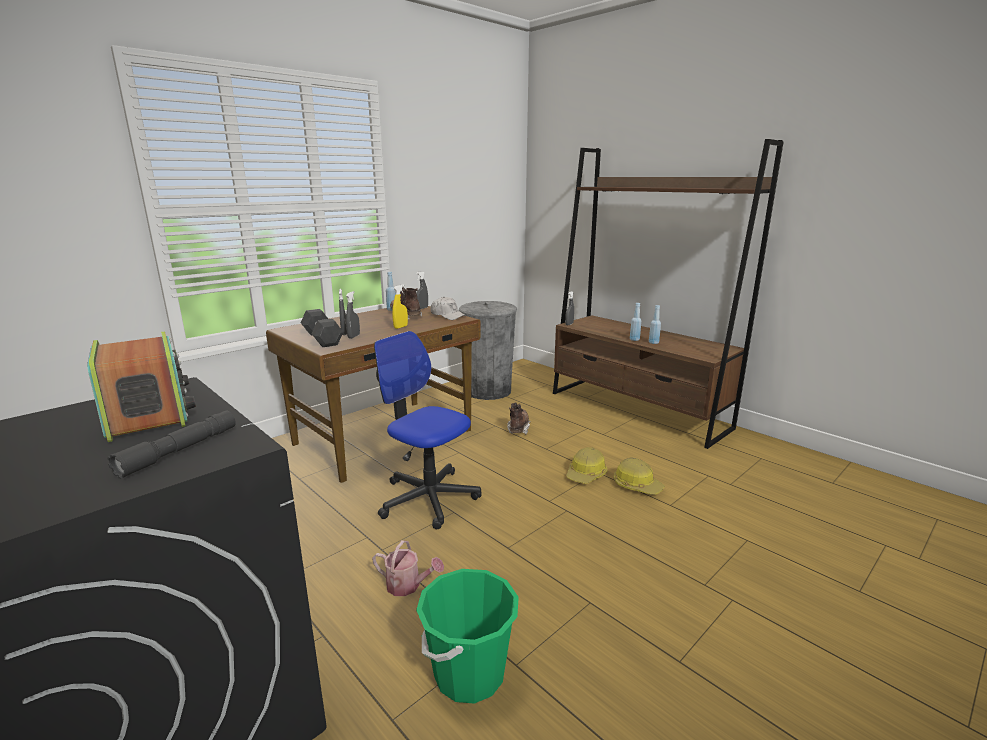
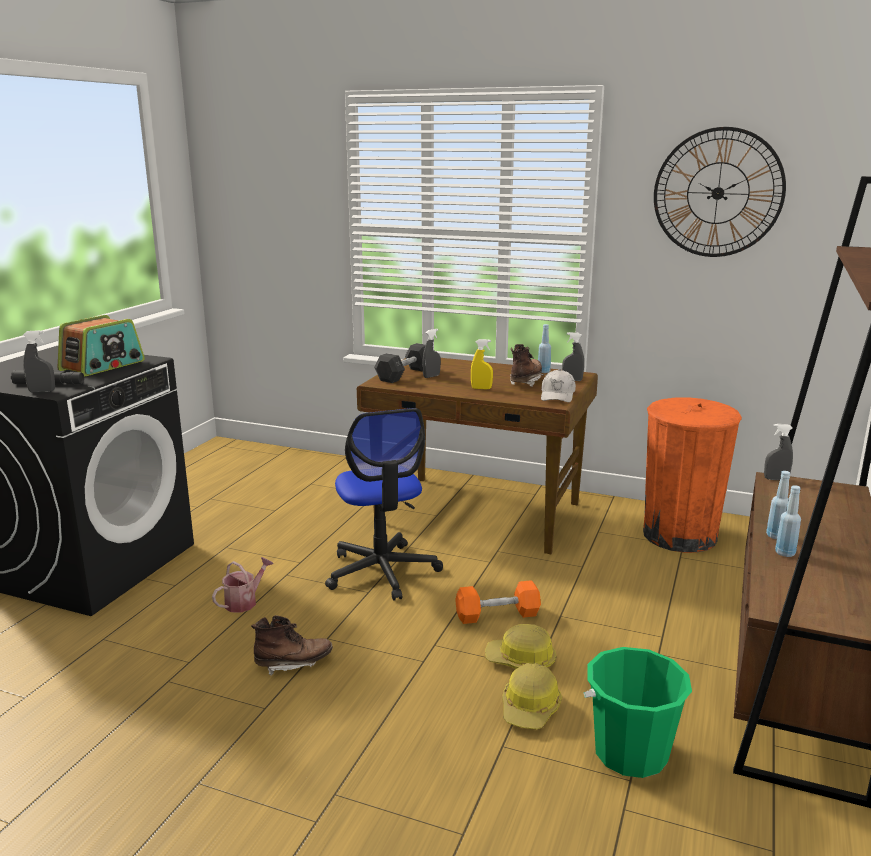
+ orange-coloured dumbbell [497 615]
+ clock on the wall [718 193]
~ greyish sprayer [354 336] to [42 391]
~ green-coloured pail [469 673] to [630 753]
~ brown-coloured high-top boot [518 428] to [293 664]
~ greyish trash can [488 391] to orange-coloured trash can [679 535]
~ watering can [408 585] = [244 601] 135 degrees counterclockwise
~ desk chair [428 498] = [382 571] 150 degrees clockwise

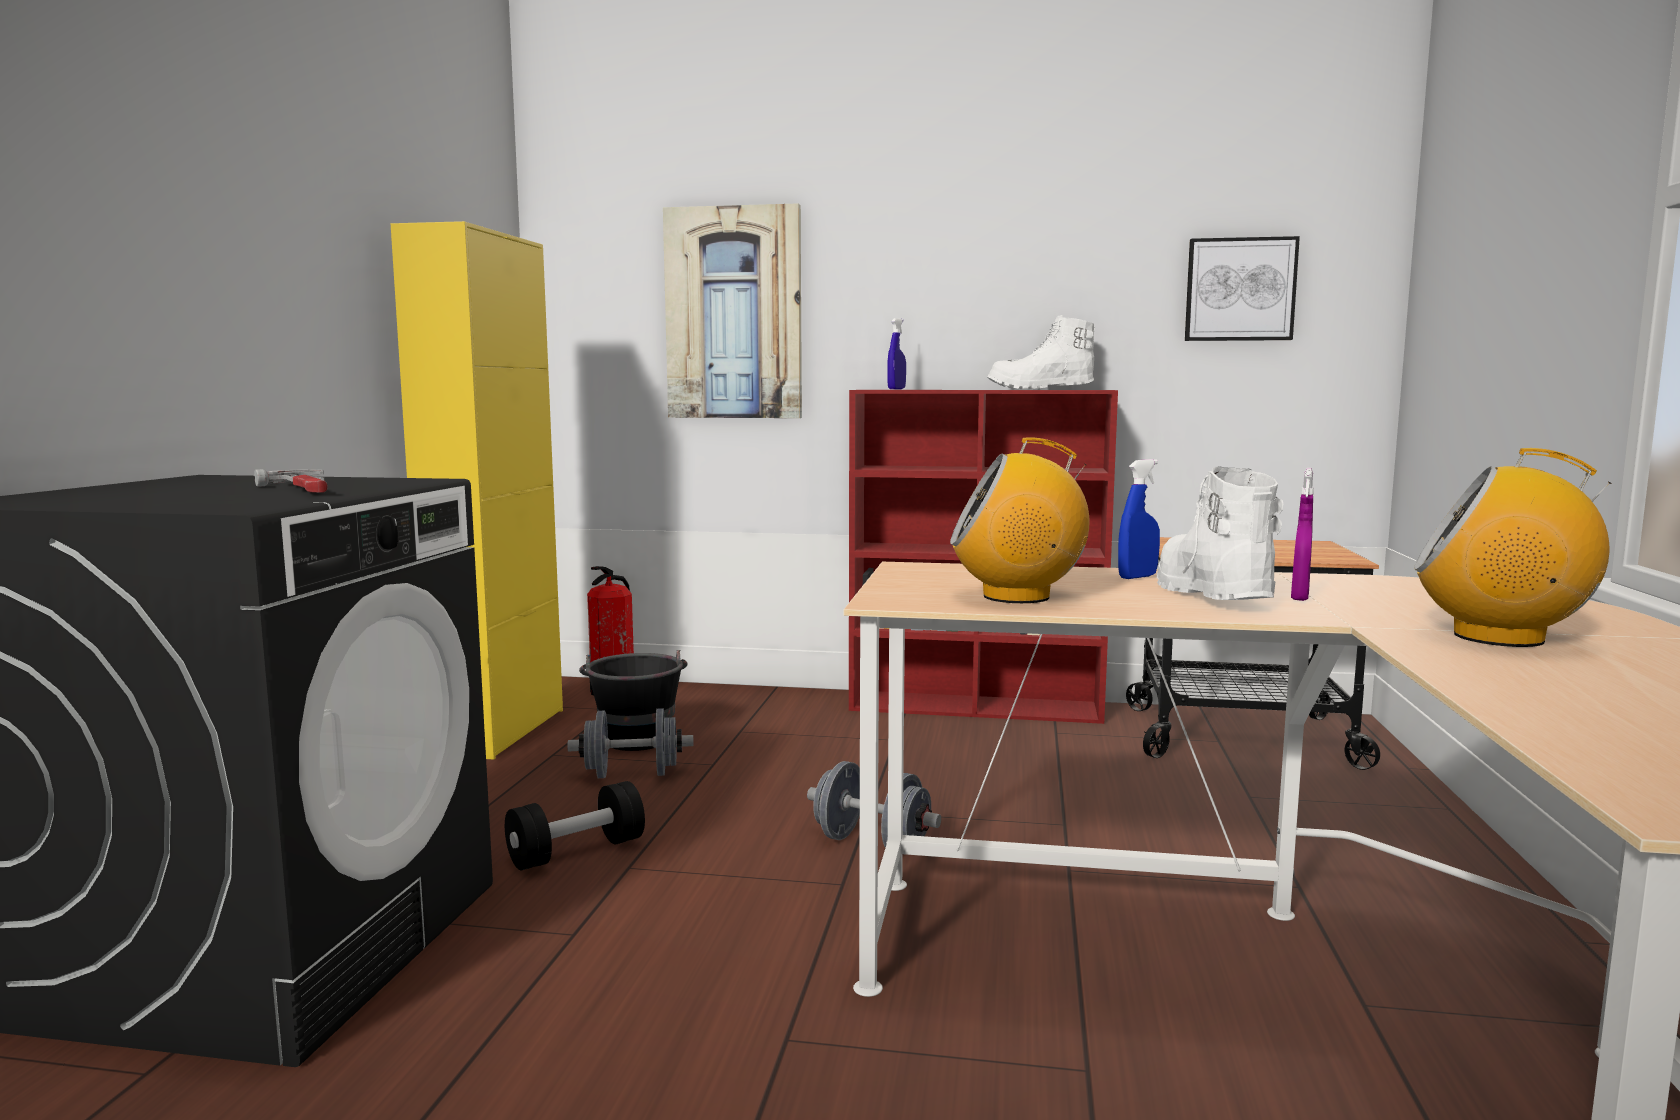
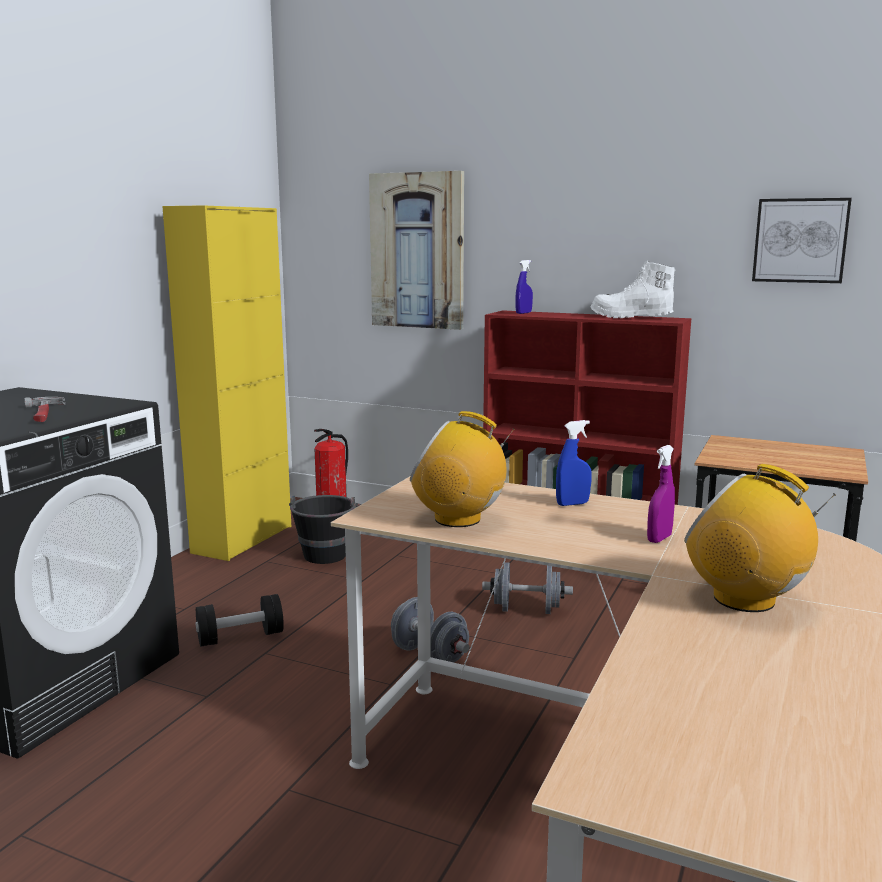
- white-coloured high-top boot [1209 594]
~ greyish dumbbell [632 774] to [526 610]

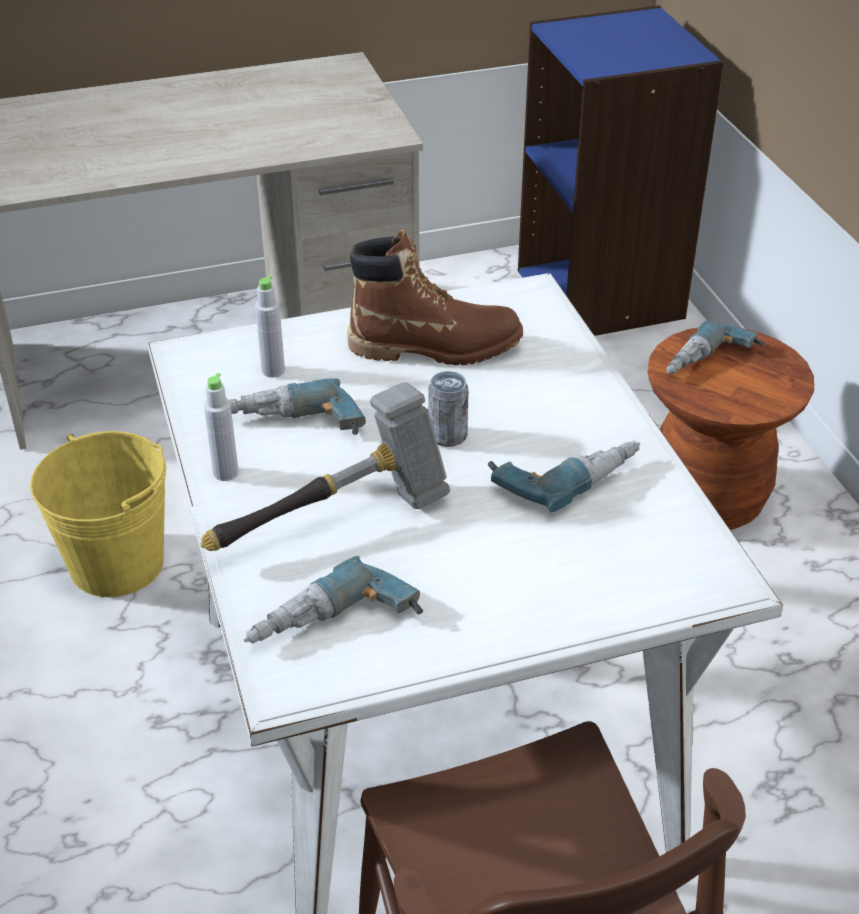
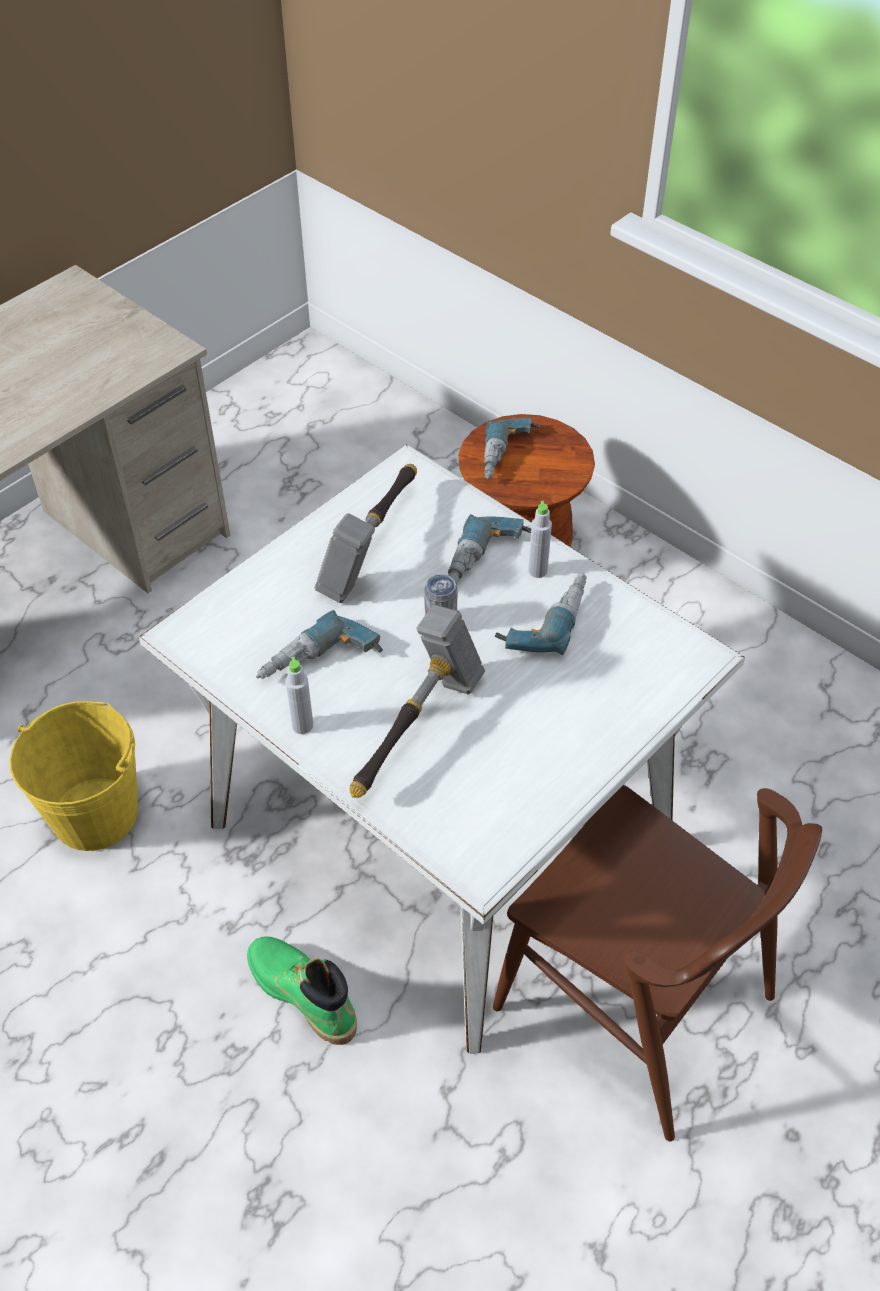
- blue shelving unit [601 294]
+ green-coloured high-top boot [302 993]
~ electric drill [335 631] to [486 564]
~ greyish beverage bottle [273 370] to [537 571]
~ brown-coloured high-top boot [435 347] to hammer [373 547]

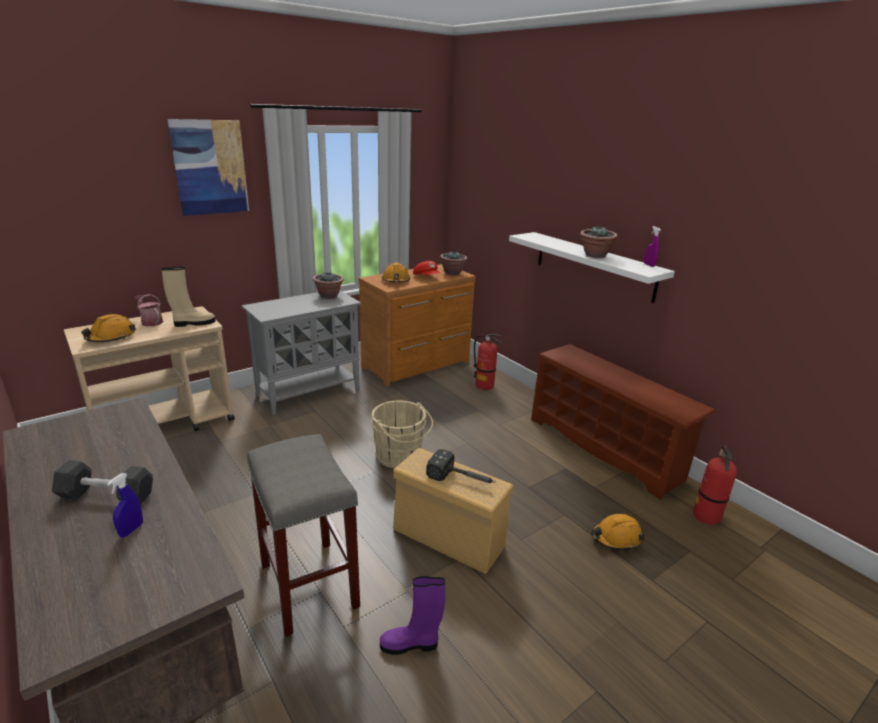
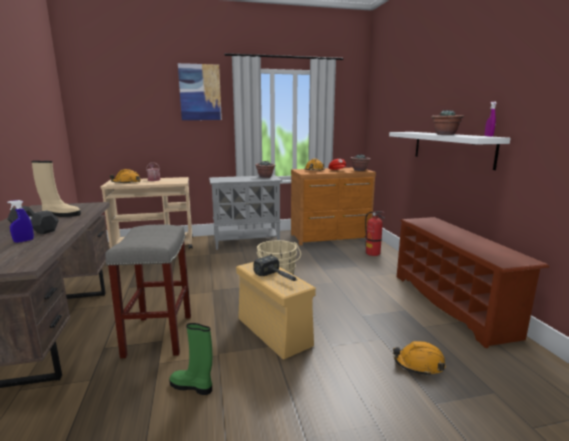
- extinguisher [706 516]
~ beige high-top boot [193 323] to [60 215]
~ purple-coloured high-top boot [411 644] to green-coloured high-top boot [192 386]

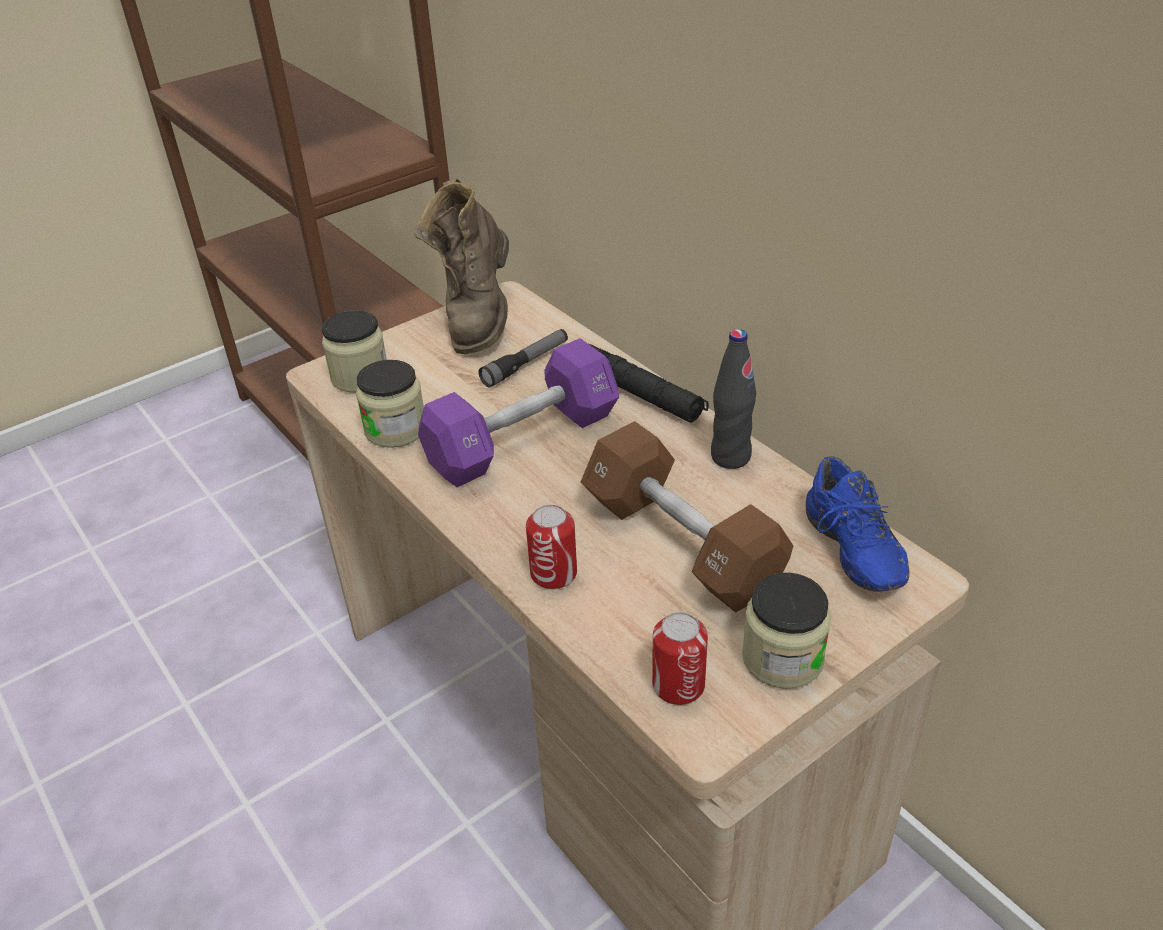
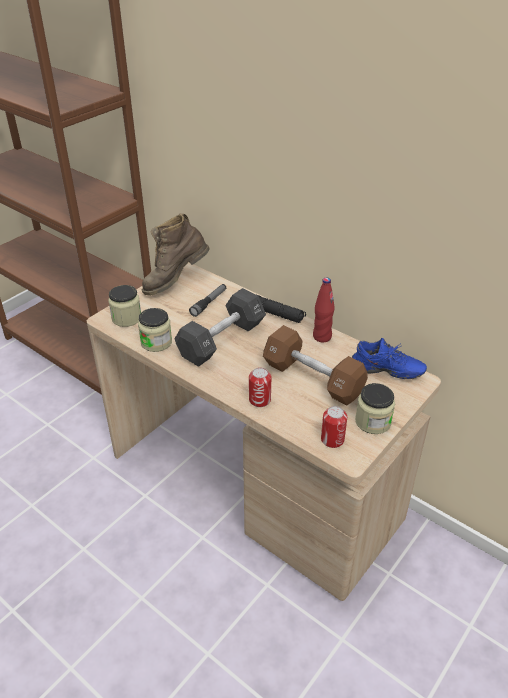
~ purple-coloured dumbbell [523 440] to blackish dumbbell [221 340]
~ blackish beverage bottle [730 457] to reddish beverage bottle [322 337]
~ brown-coloured high-top boot [477 317] = [175 282] 60 degrees clockwise
~ blue shoe [847 552] = [386 373] 45 degrees counterclockwise

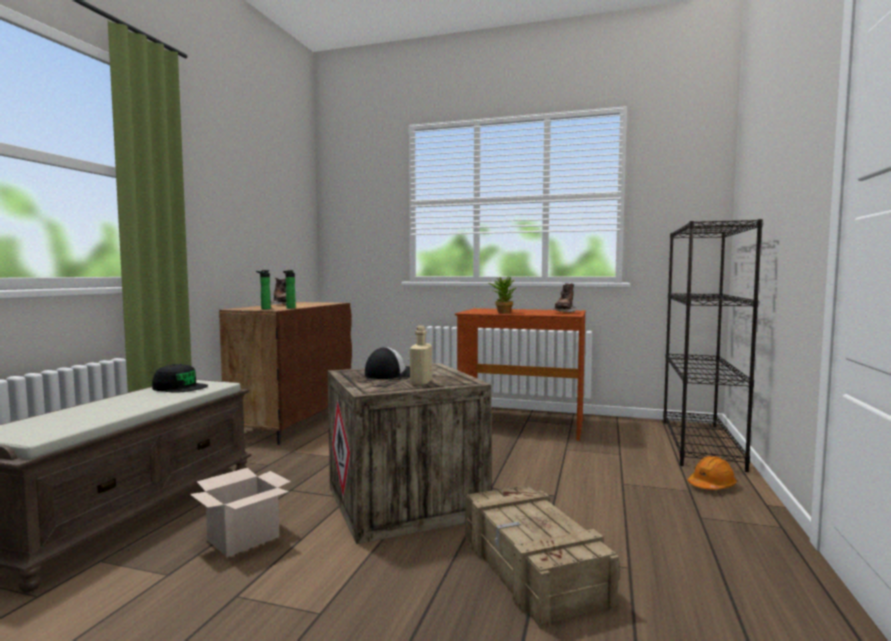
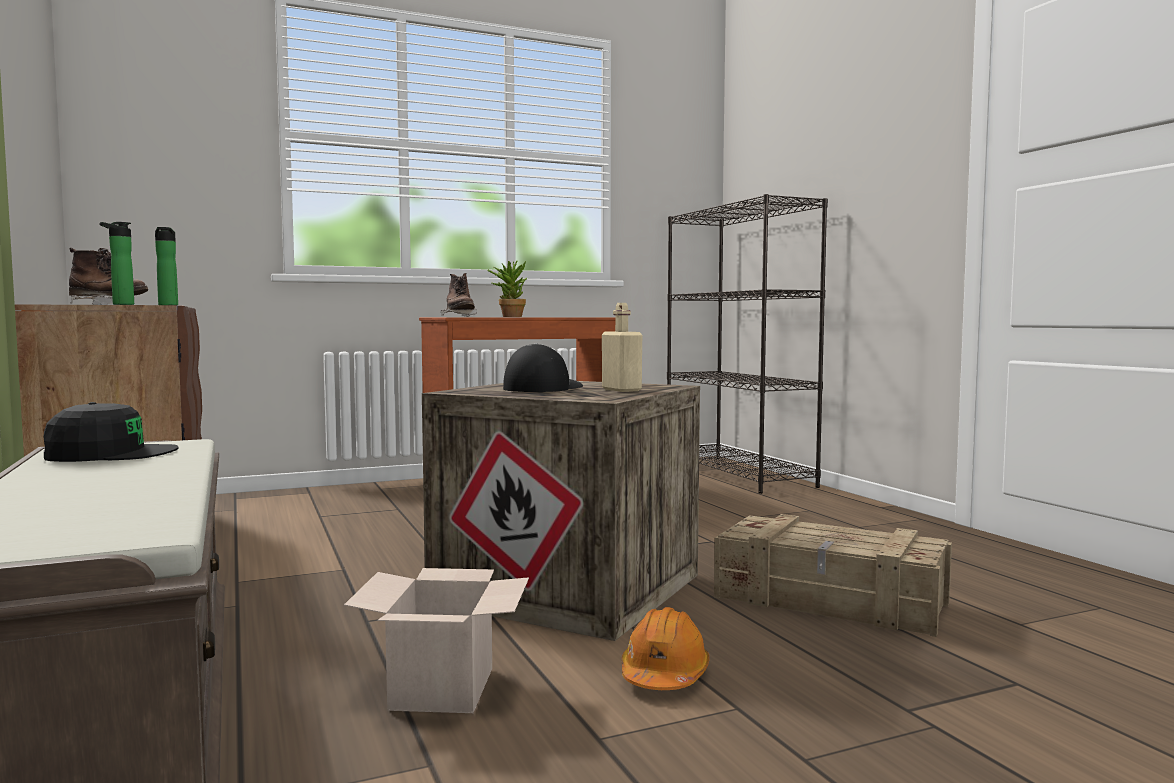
~ brown-coloured high-top boot [564 312] to [460 317]
~ orange-coloured hard hat [711 486] to [664 675]

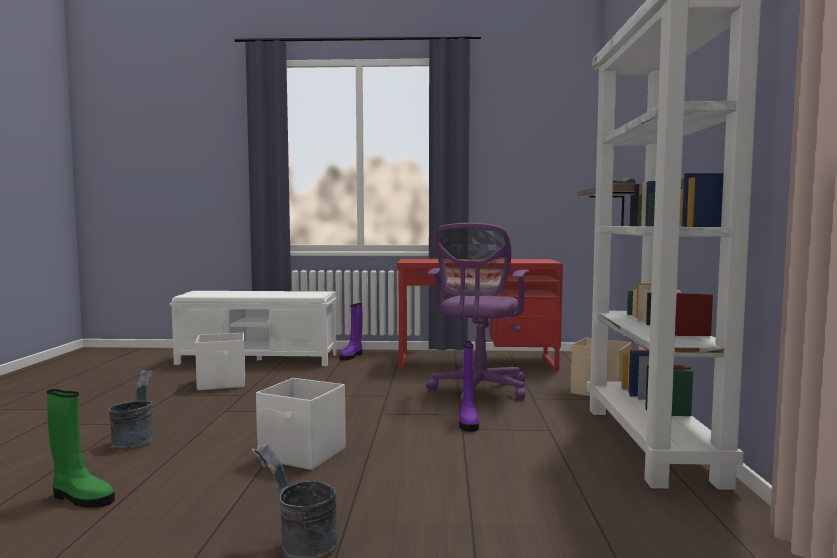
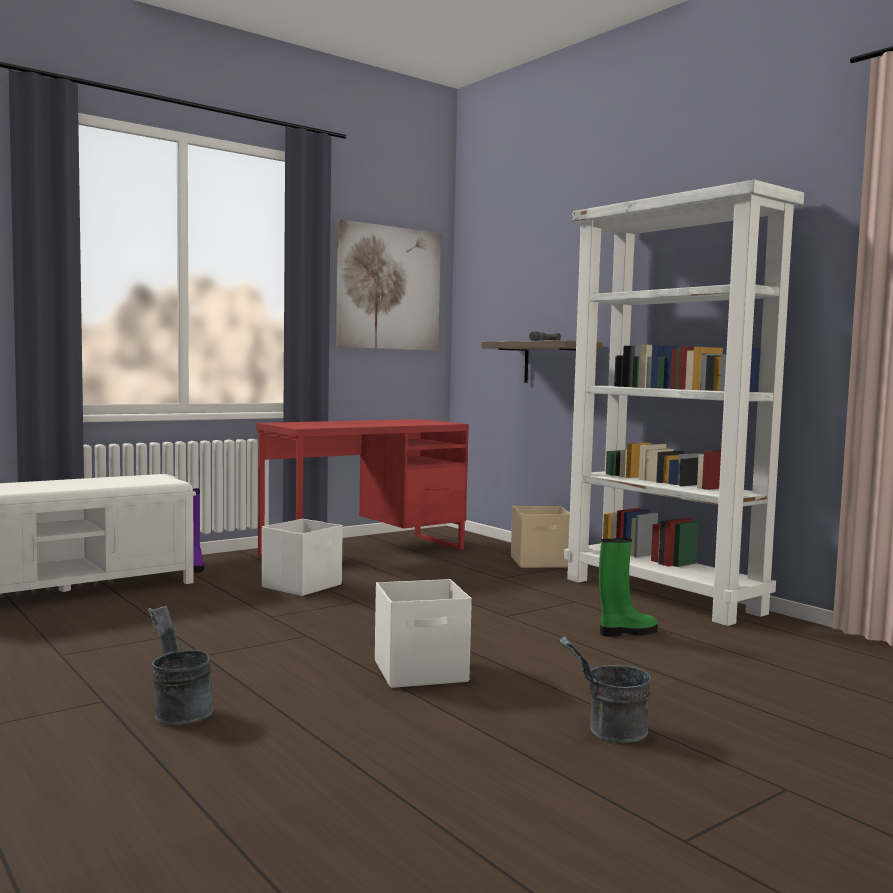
- purple-coloured desk chair [478 390]
- purple-coloured high-top boot [468 422]
+ picture [389 288]
~ green-coloured high-top boot [81 498] to [626 632]
~ white-coloured storage container [222 383] to [303 585]

